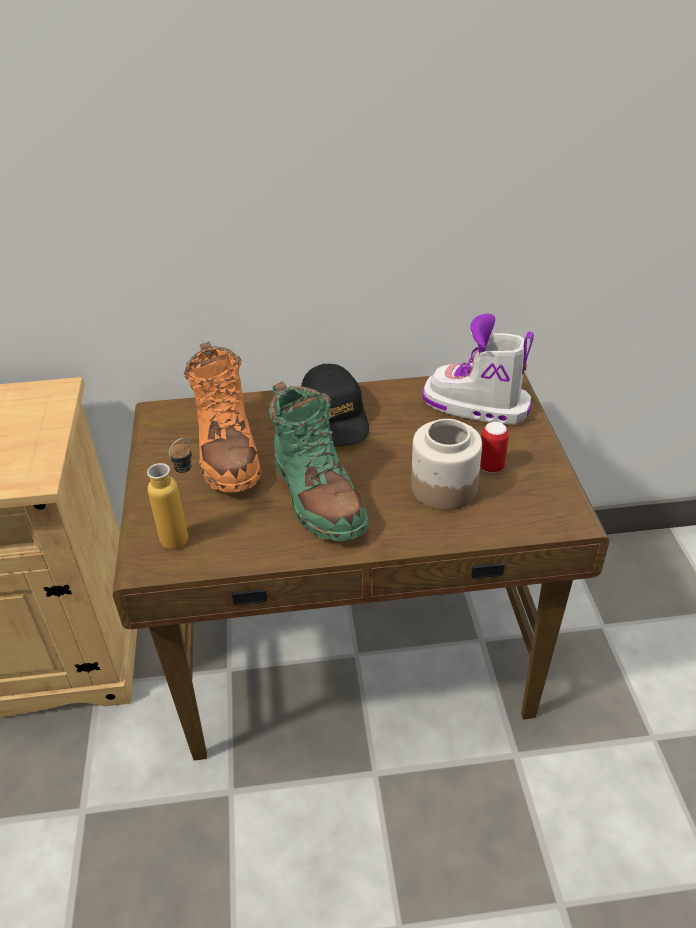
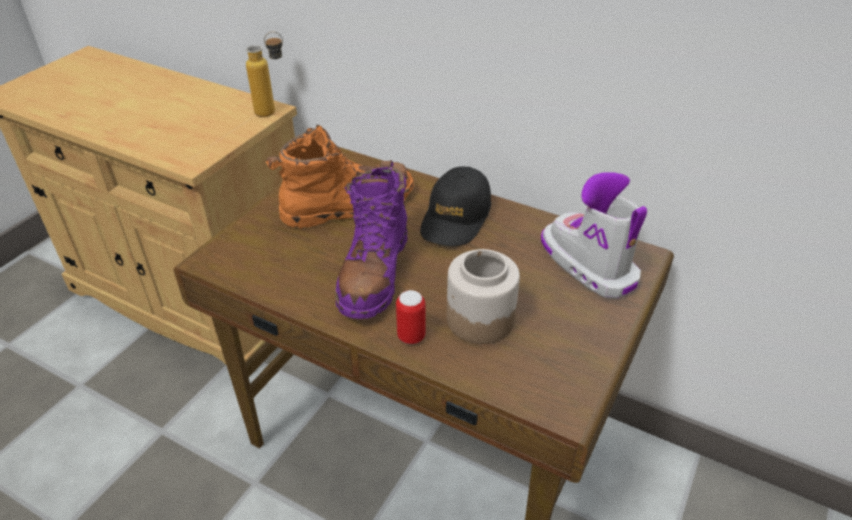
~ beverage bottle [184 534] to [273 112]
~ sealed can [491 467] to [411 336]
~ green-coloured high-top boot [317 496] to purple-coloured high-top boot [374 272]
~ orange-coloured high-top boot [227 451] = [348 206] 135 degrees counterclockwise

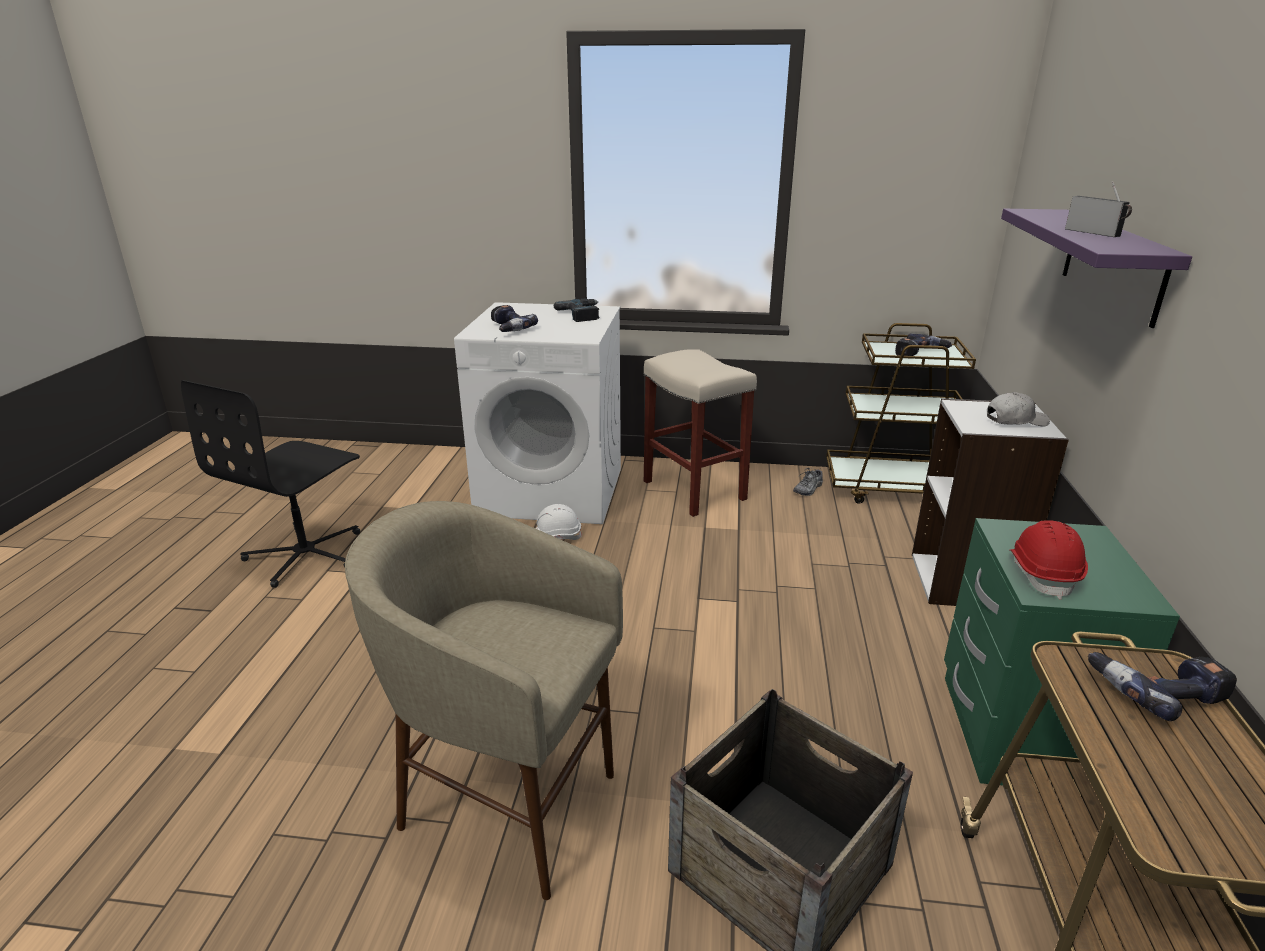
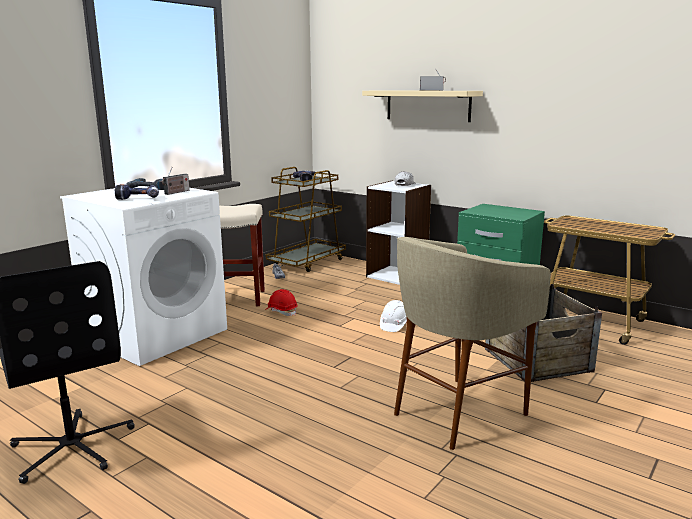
- electric drill [1156 690]
+ radio set [176 192]
~ white-coloured hard hat [555 537] to [394 325]
~ reddish hard hat [1043 573] to [281 311]
~ purple-coloured wall shelf [1113 264] to beige wall shelf [427 105]

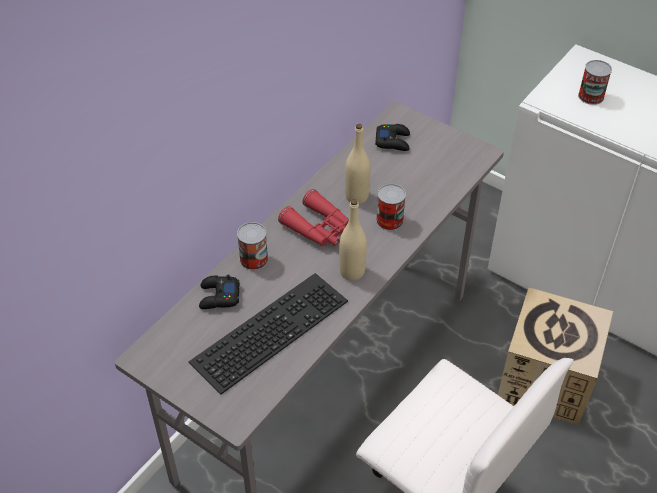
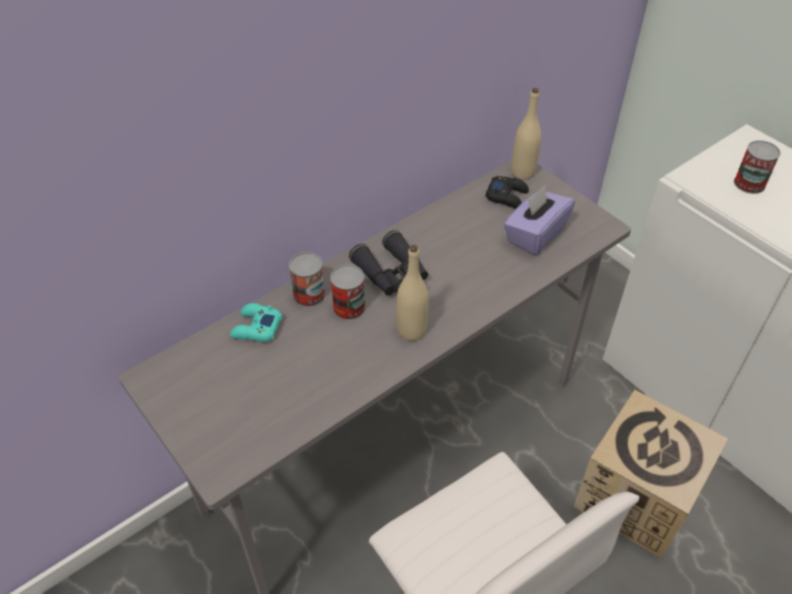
- keyboard [269 328]
+ purple-coloured box of tissues [535 235]
~ beige beverage bottle [356 197] to [522 172]
~ sealed can [389 220] to [349 307]
~ blackish gamepad [219 296] to blue-green gamepad [256 328]
~ reddish binoculars [319 228] to blackish binoculars [393 275]

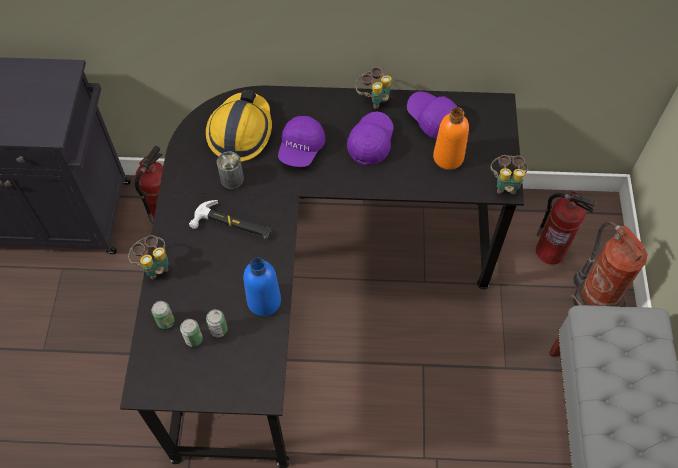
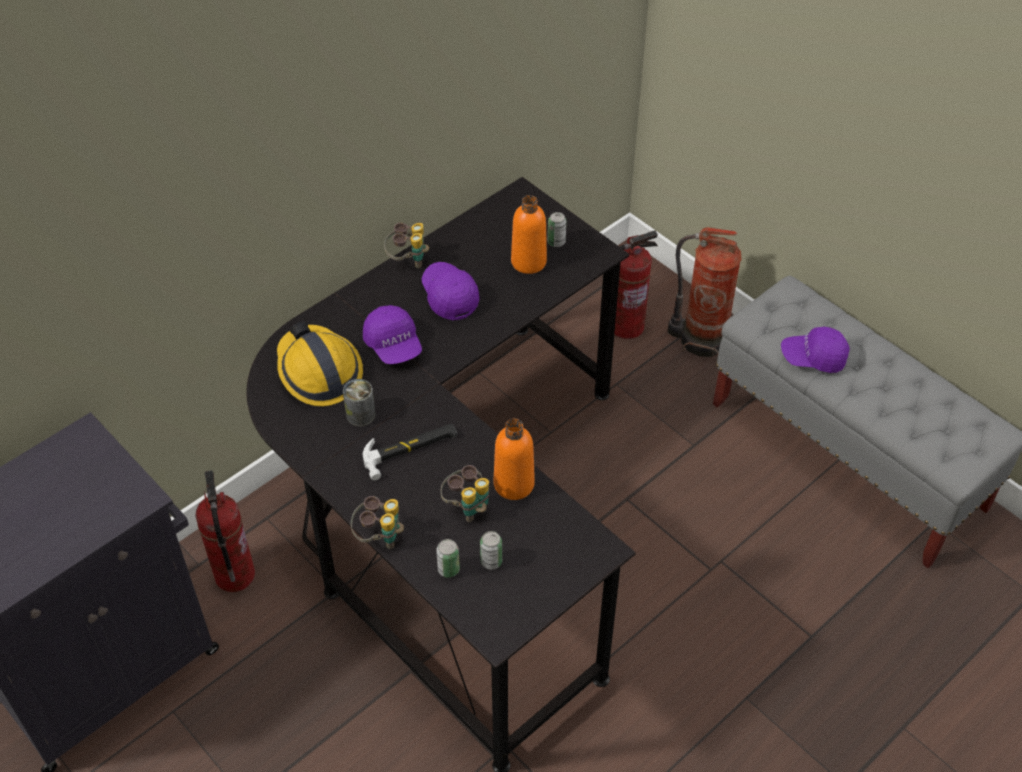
~ sealed can [218 330] to [556 242]
~ purple-coloured cap [432 119] to [813 358]
~ binoculars [505 183] to [467 506]
~ blue beverage bottle [264 301] to orange-coloured beverage bottle [514 484]

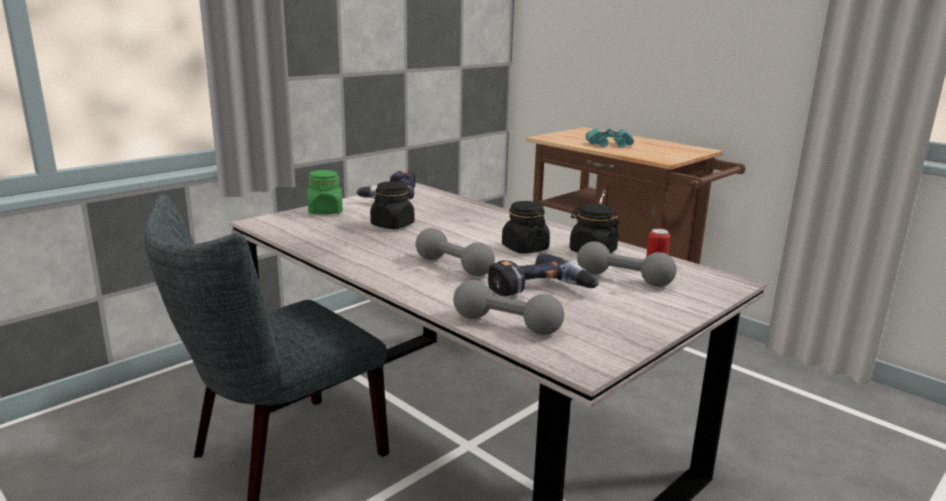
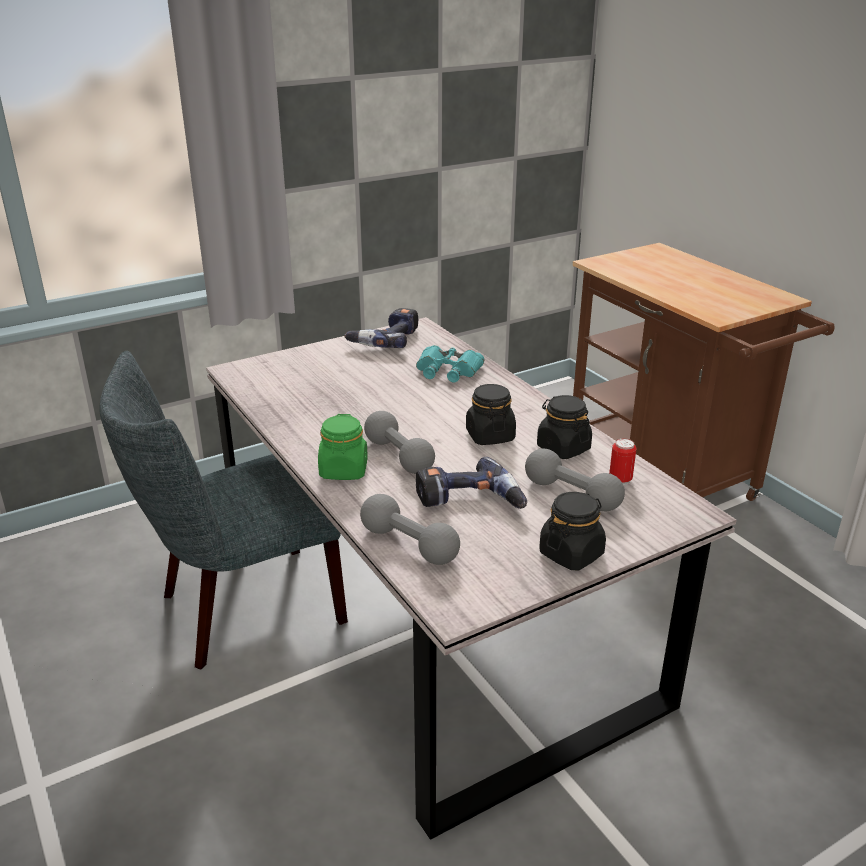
~ green-coloured jar [325 211] to [343 470]
~ blackish jar [392 225] to [571 554]
~ blue-green binoculars [609 144] to [448 370]

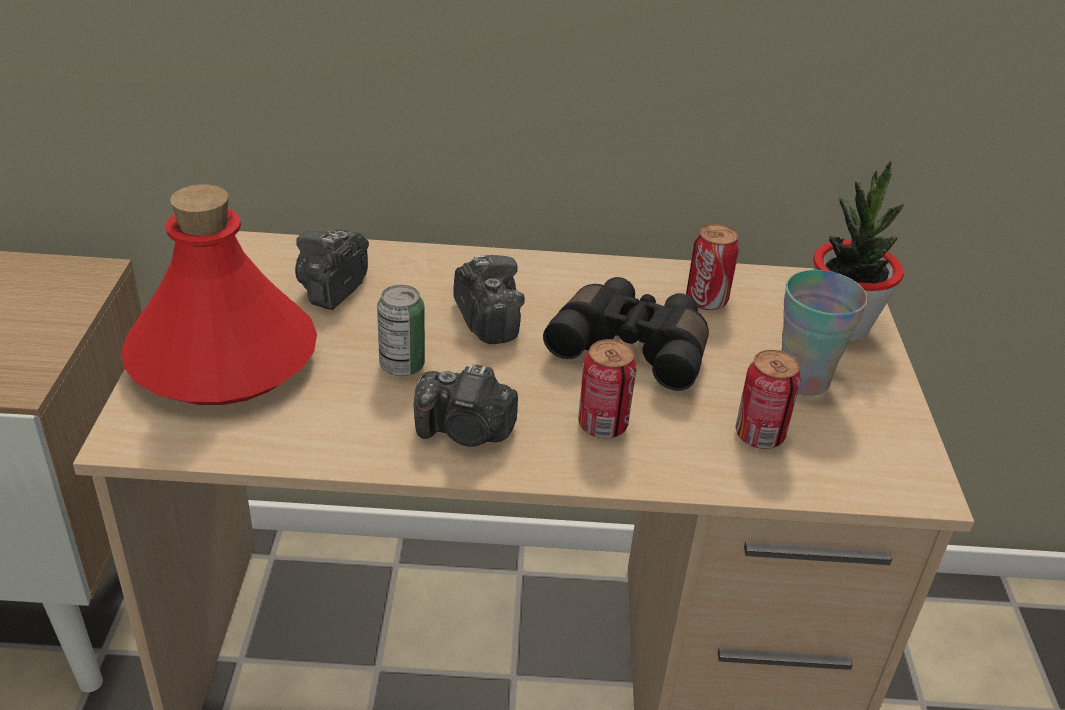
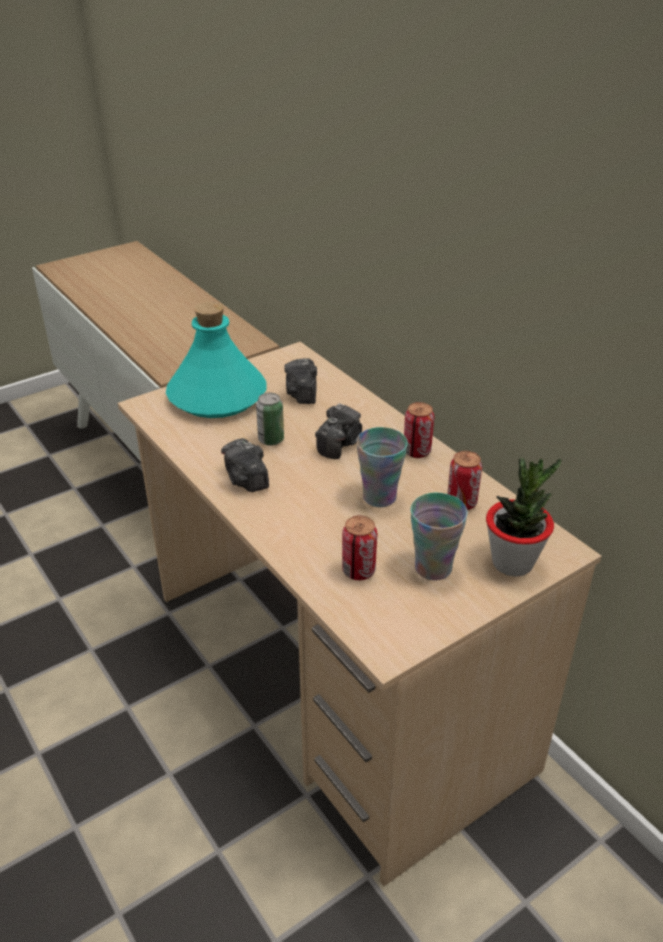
~ sealed can [602 425] to [417 451]
~ blackish binoculars [632 347] to drinking cup [379 497]
~ reddish beverage bottle [222 359] to blue-green beverage bottle [216 396]
~ still camera [332 289] = [302 394] 75 degrees counterclockwise

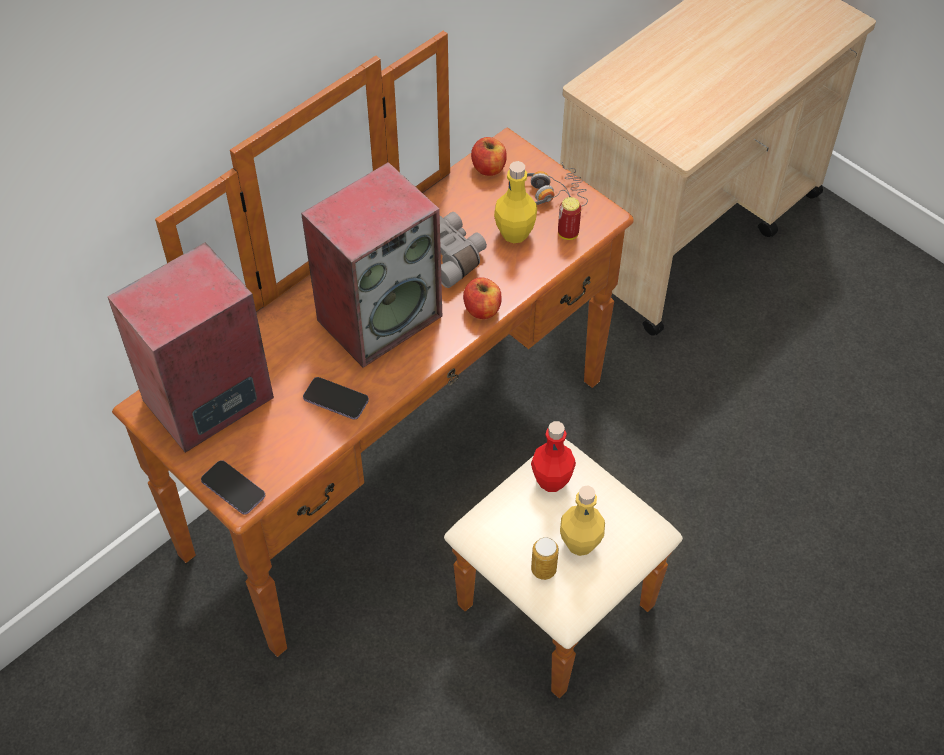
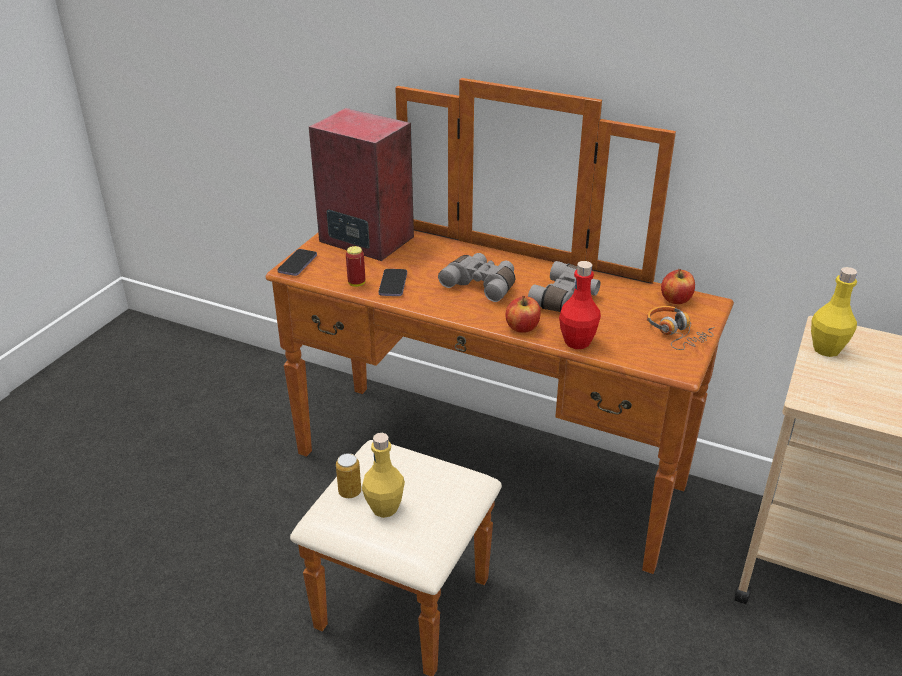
~ yellowish beverage bottle [514 233] to [826 349]
~ reddish beverage bottle [551 480] to [577 342]
~ sealed can [568 234] to [356 283]
~ audio speaker [380 316] to greyish binoculars [482 285]

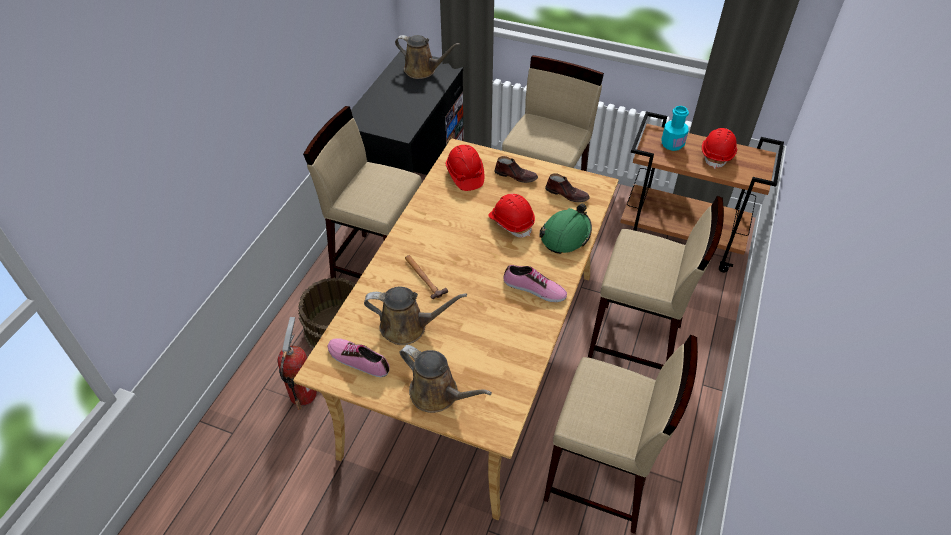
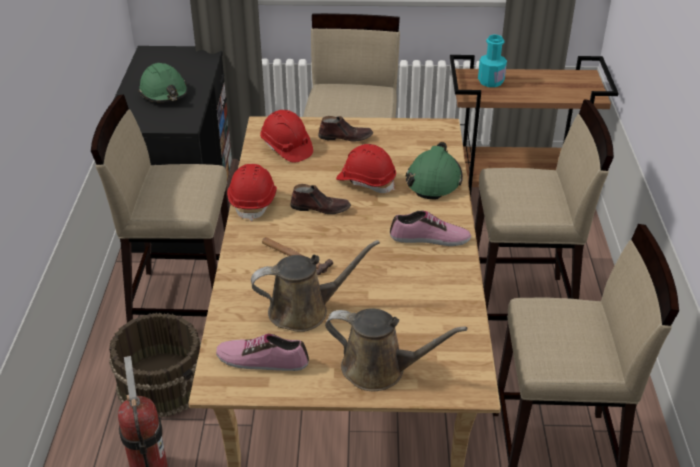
- brown-coloured watering can [423 70]
+ green-coloured hard hat [164 93]
~ brown-coloured shoe [567 194] to [320 208]
~ reddish hard hat [717 154] to [254 201]

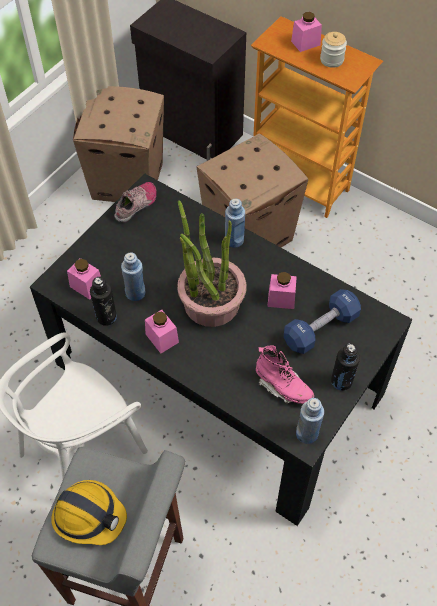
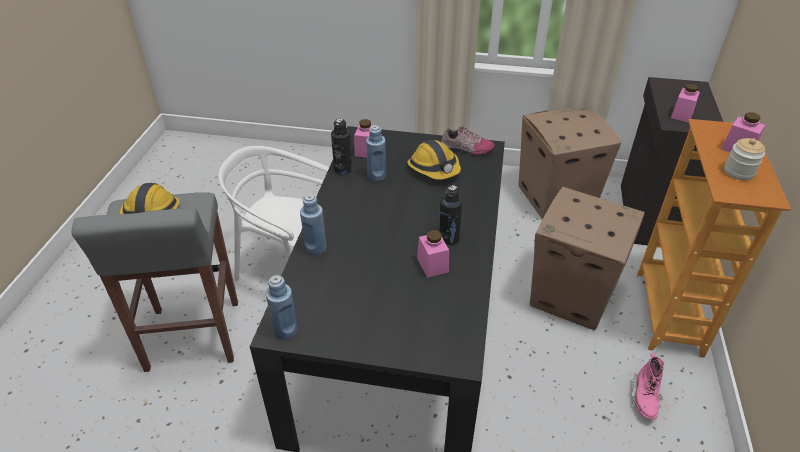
- houseplant [211 302]
- blue dumbbell [320 329]
+ hard hat [434 169]
~ pinkish jar [162 338] to [682 115]
~ blue beverage bottle [234 240] to [316 248]
~ pinkish high-top boot [283 386] to [644 399]
~ blackish beverage bottle [341 381] to [448 238]

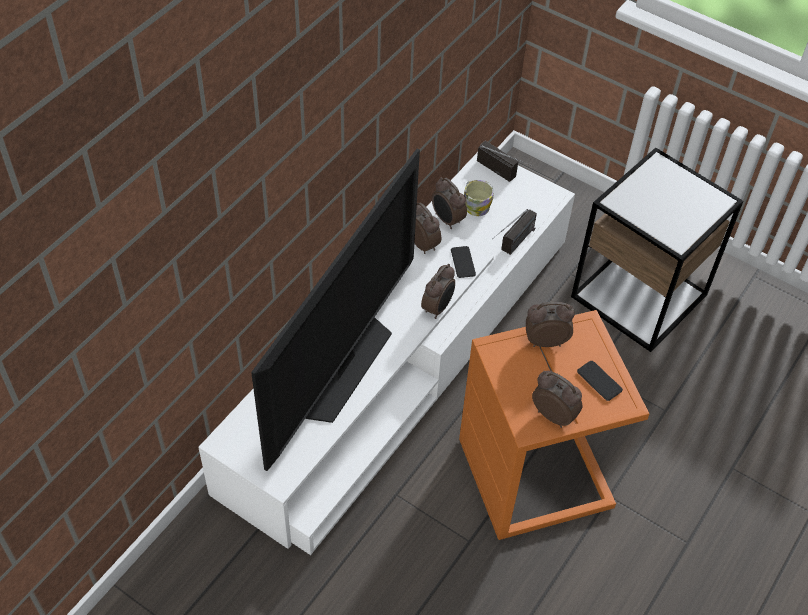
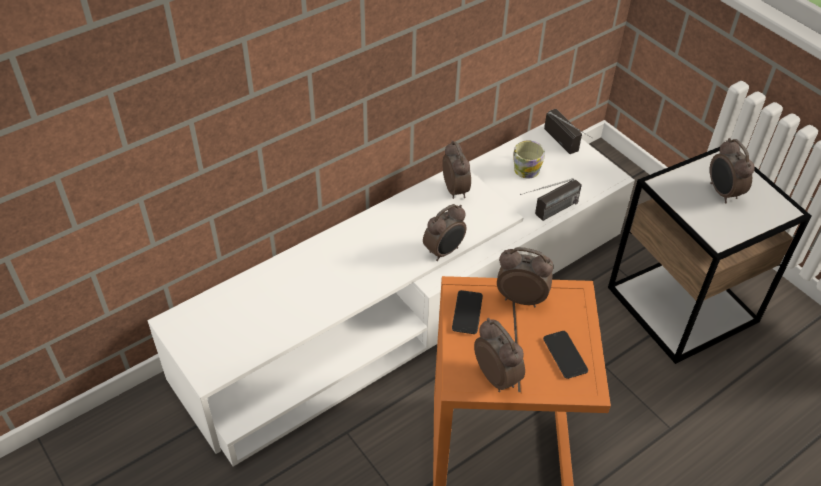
- TV [340 366]
~ bedside clock [447 220] to [722 193]
~ telephone [463 262] to [467 312]

